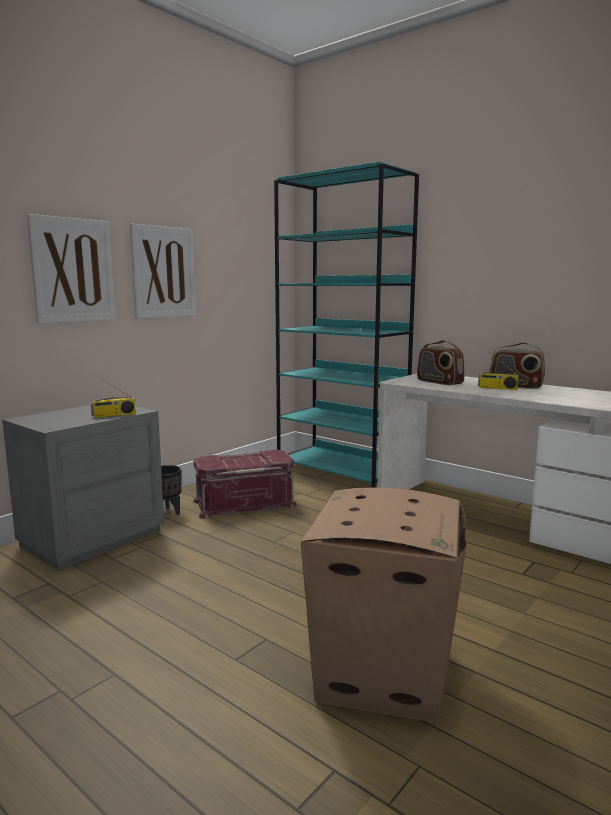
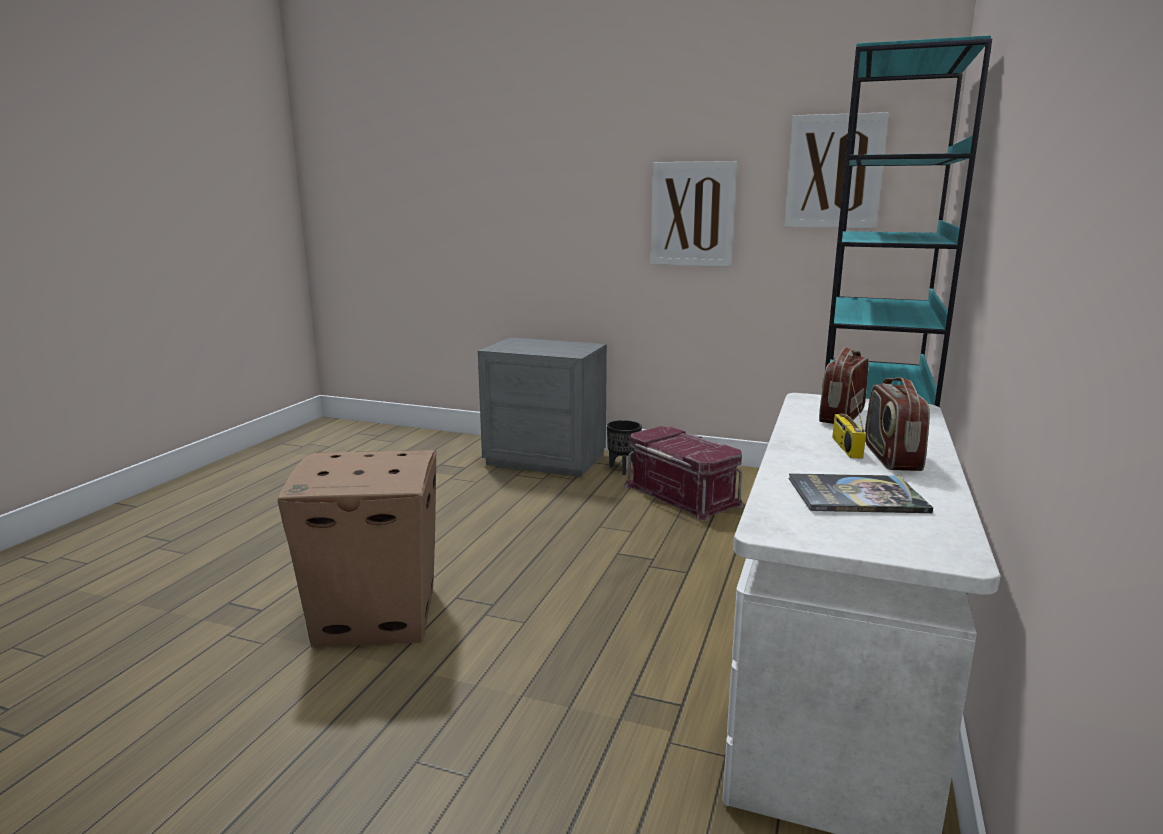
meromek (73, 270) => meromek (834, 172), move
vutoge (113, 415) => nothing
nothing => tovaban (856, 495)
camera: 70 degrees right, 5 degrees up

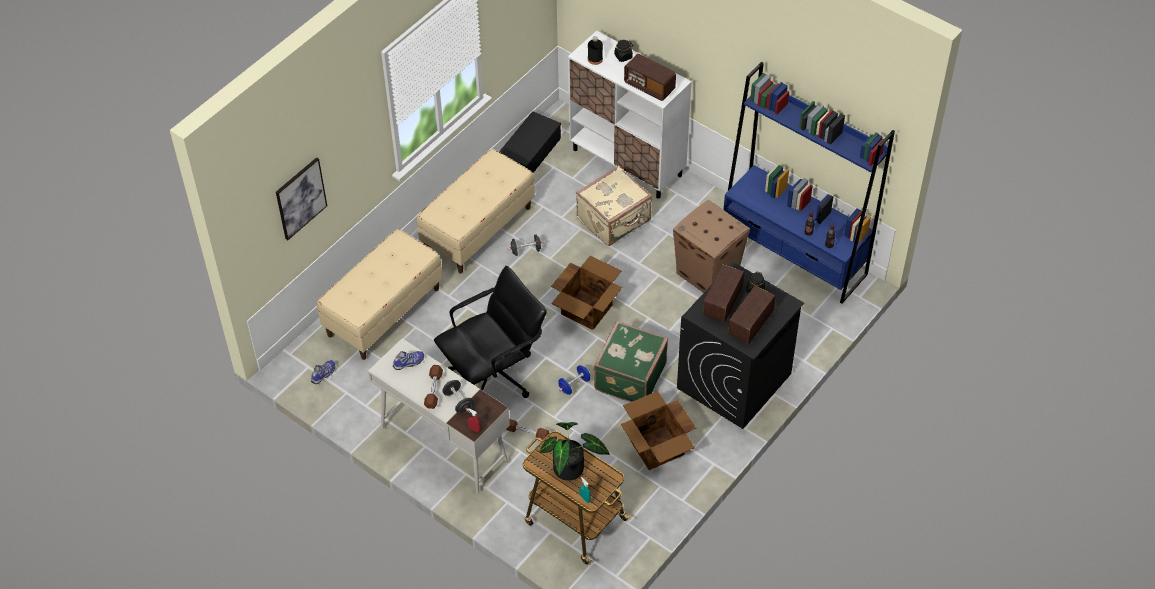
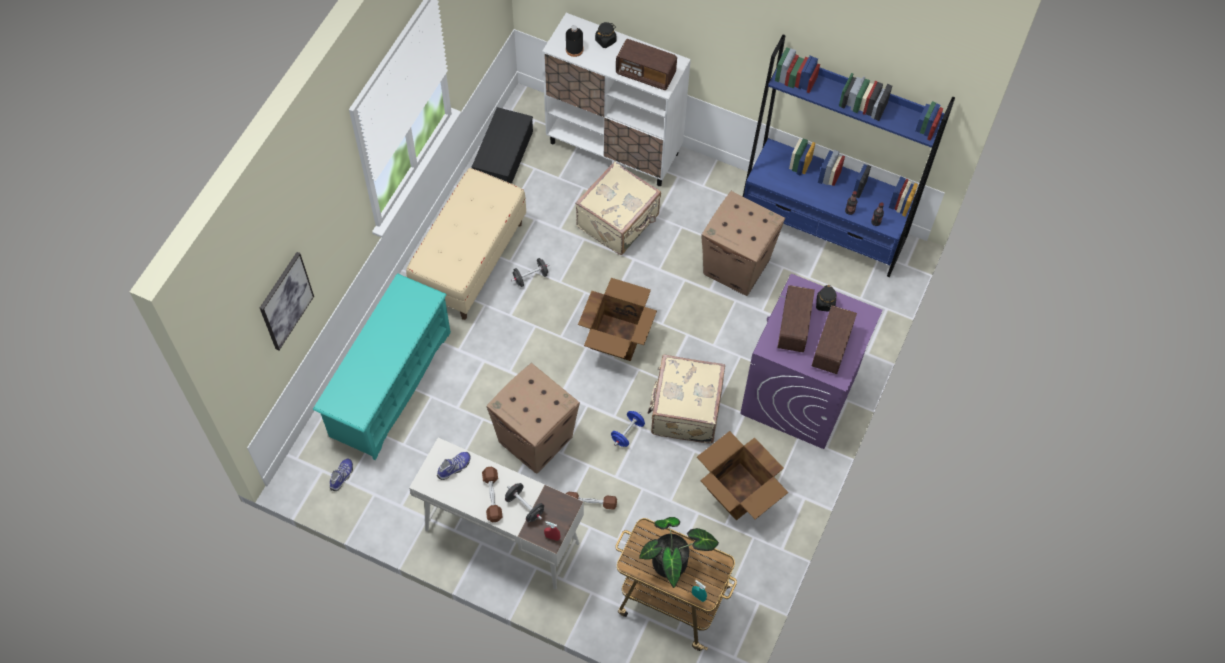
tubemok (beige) (383, 311) => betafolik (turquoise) (390, 384)
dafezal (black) (494, 376) => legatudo (536, 439)
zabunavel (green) (628, 376) => zabunavel (beige) (684, 410)
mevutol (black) (734, 381) => mevutol (purple) (799, 393)
camera: 15 degrees left, 10 degrees up

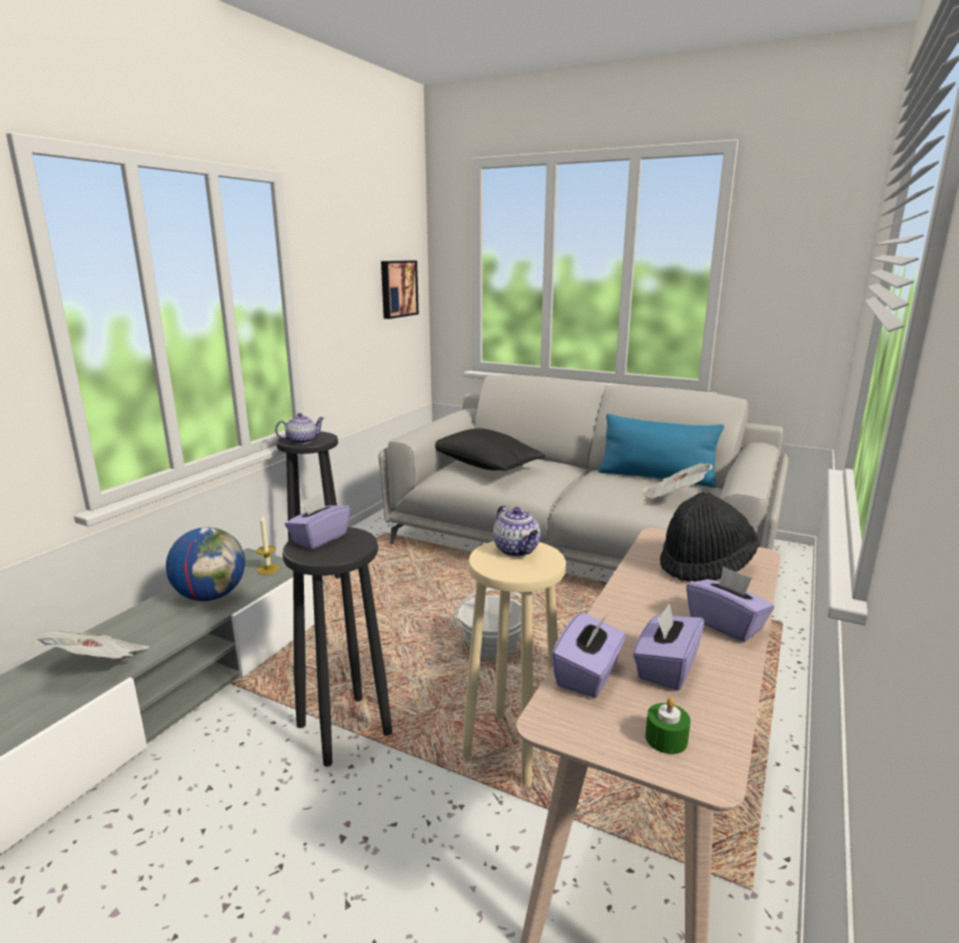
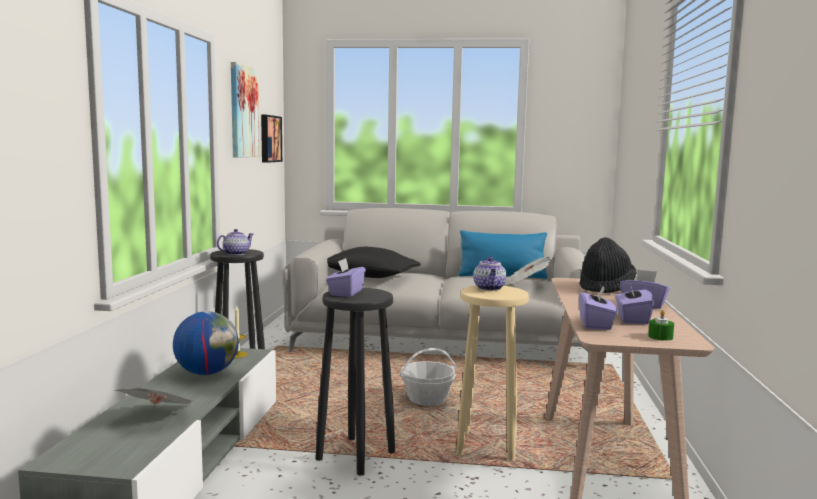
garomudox (517, 550) => garomudox (489, 288), 45 degrees clockwise
nothing => meromek (243, 111)
camera: 20 degrees left, 10 degrees down

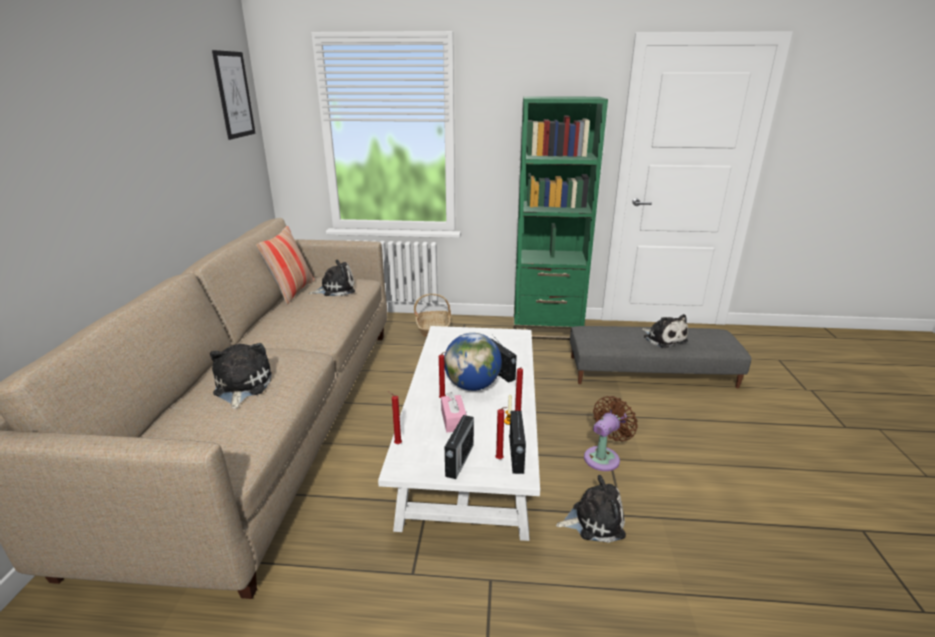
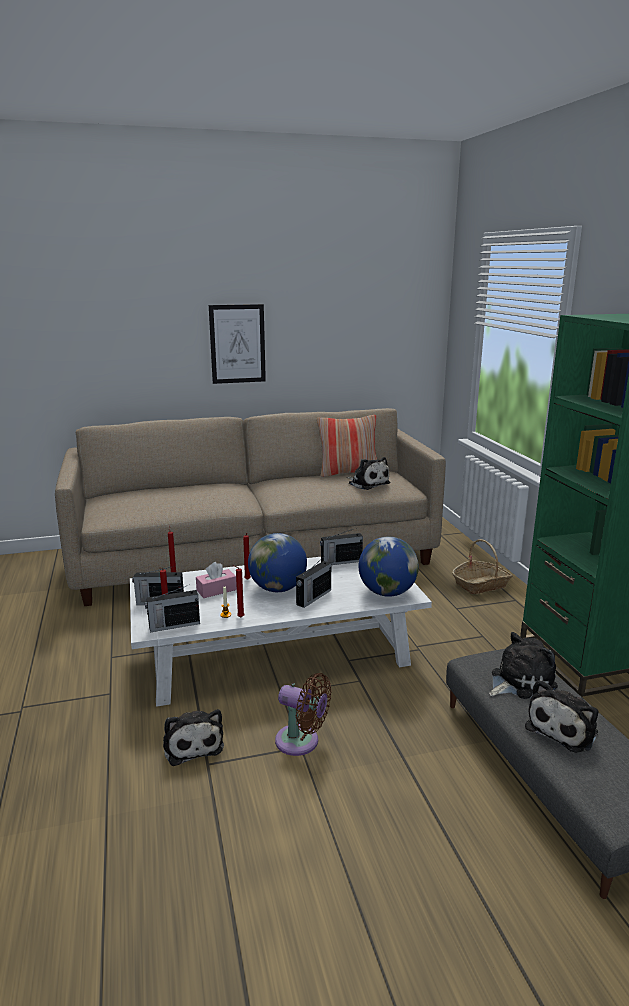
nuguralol (241, 386) => nuguralol (519, 681), move
meromek (234, 95) => meromek (237, 344), move
nothing => vutoge (340, 562)
nothing => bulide (387, 593)
camera: 70 degrees right, 5 degrees down

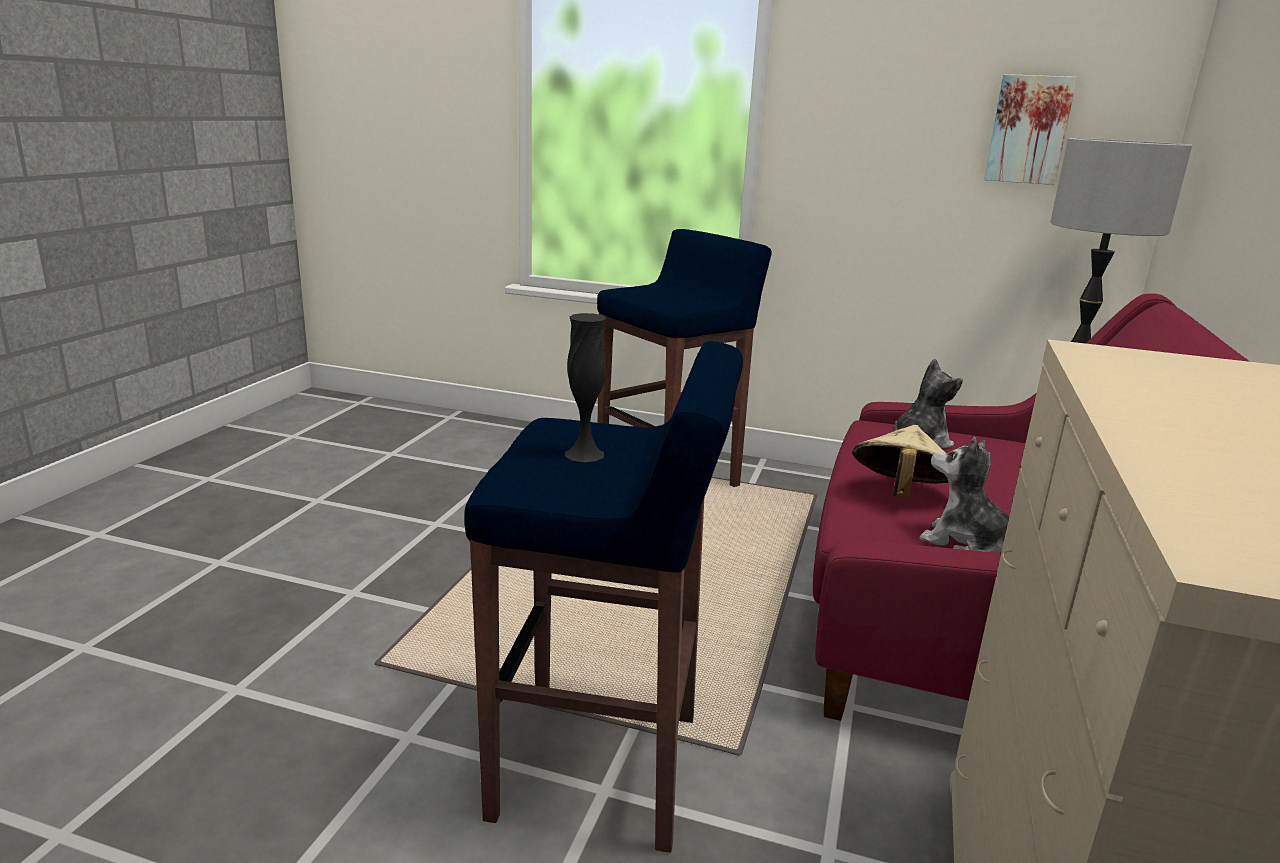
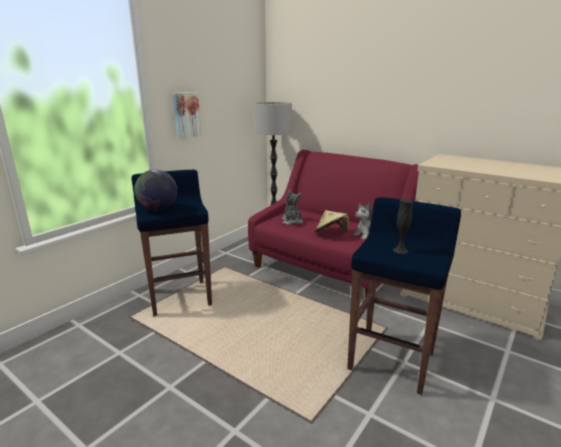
meromek (1028, 130) => meromek (186, 115), move
nothing => bulide (158, 209)
camera: 70 degrees left, 0 degrees up

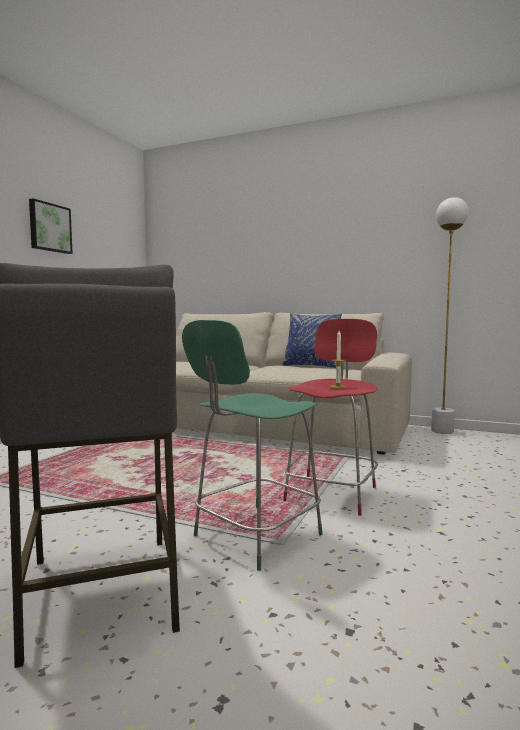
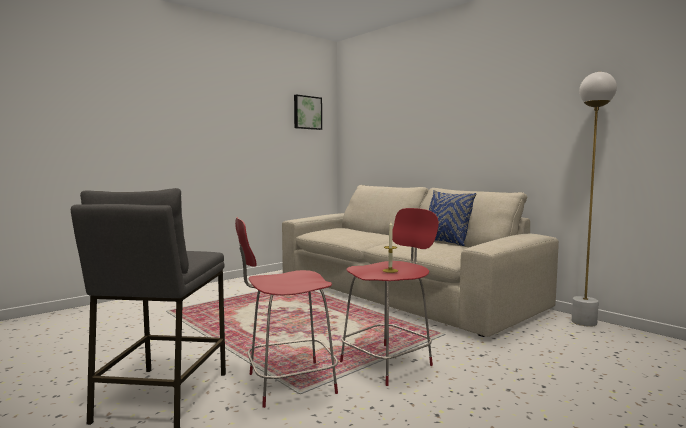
meromek (49, 227) => meromek (307, 112), move
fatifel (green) (254, 536) => fatifel (red) (287, 384)
camera: 25 degrees right, 0 degrees up

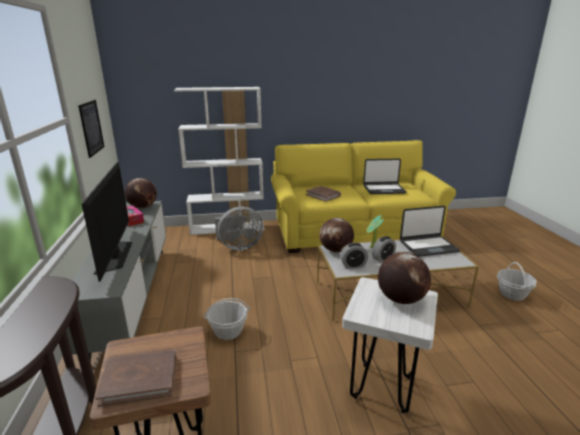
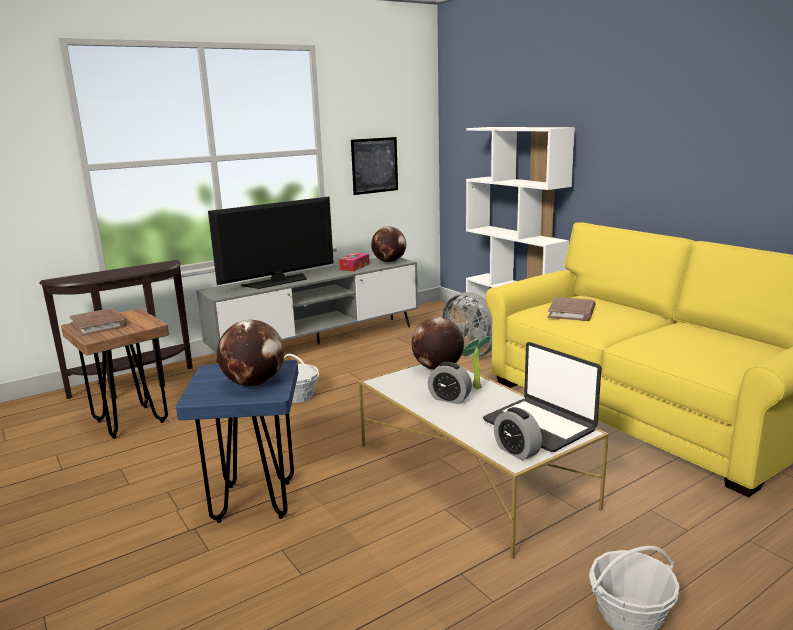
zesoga (353, 265) => zesoga (516, 451), move
fatifel (white) (382, 387) => fatifel (blue) (254, 501)
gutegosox (384, 189) => nothing
camera: 65 degrees right, 5 degrees down

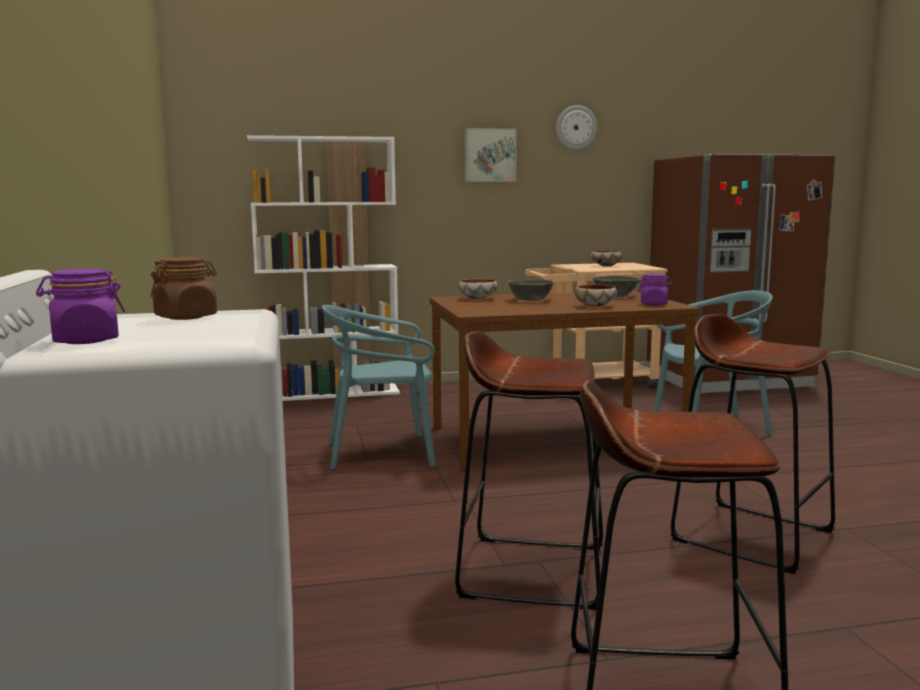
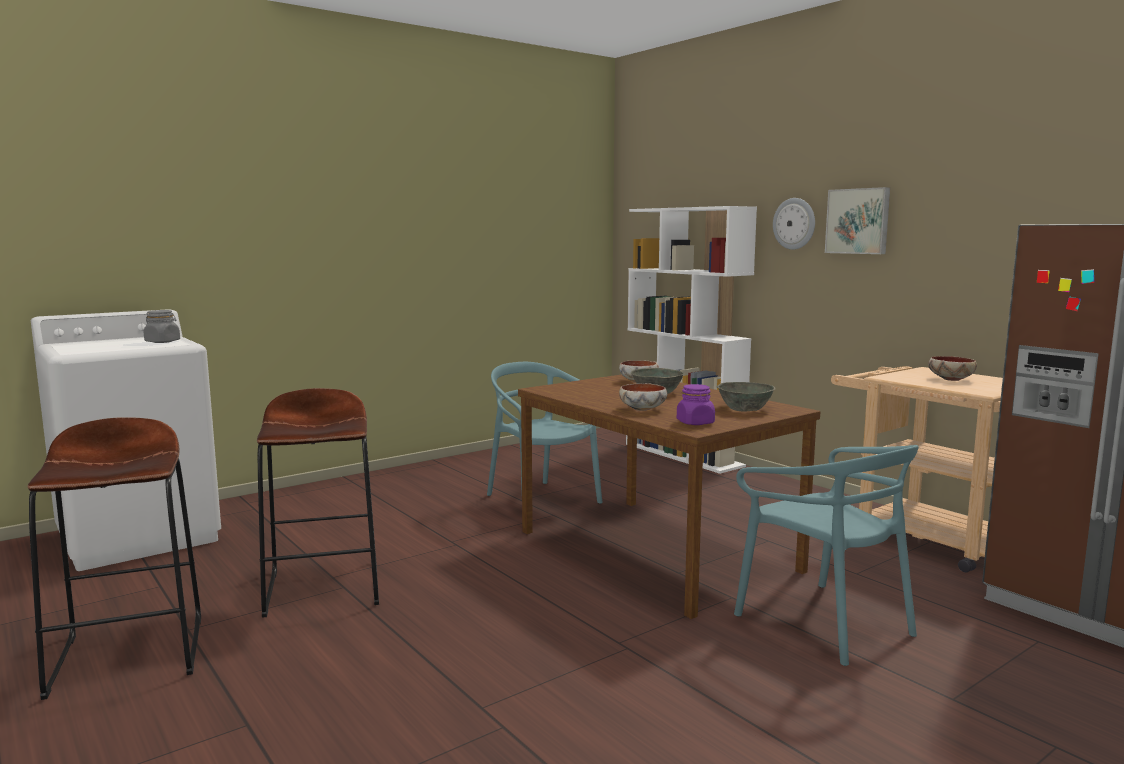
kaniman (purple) (85, 341) => nothing
kaniman (brown) (186, 317) => kaniman (grey) (163, 342)
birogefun (576, 128) => birogefun (794, 223), move
fatifel (brown) (752, 535) => nothing
camera: 65 degrees right, 0 degrees up

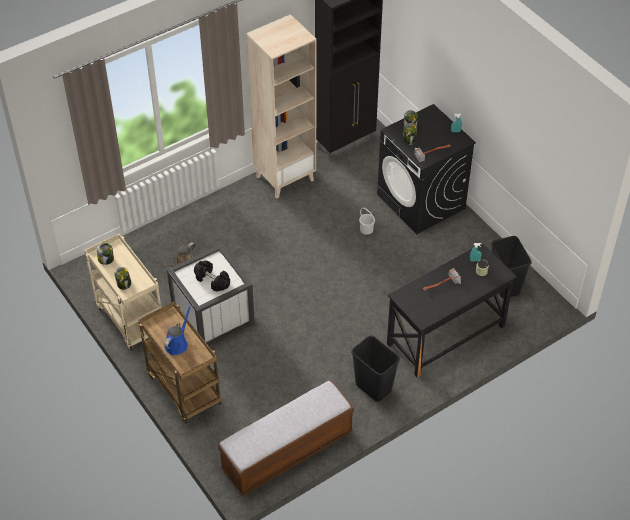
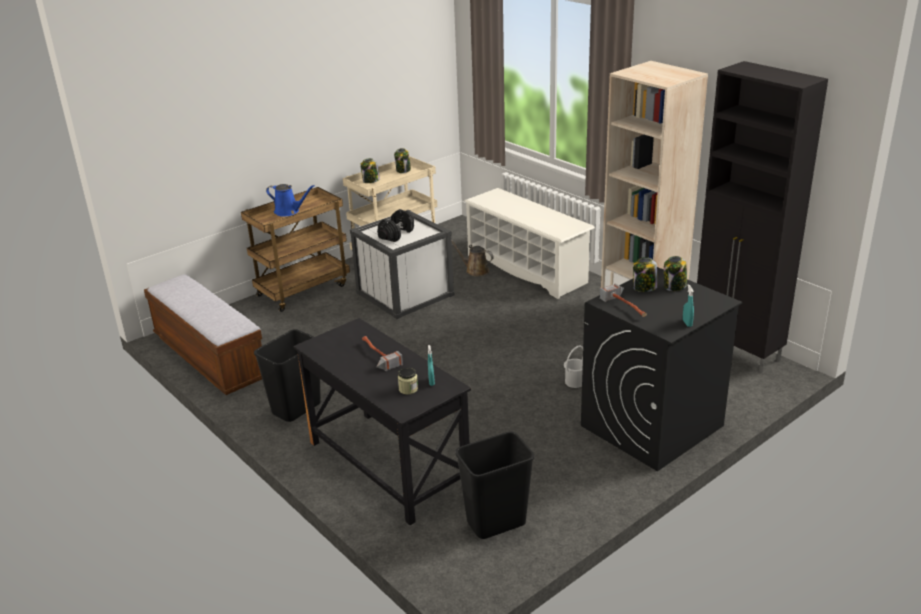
nothing => betafolik (white) (527, 269)
camera: 85 degrees right, 20 degrees down

